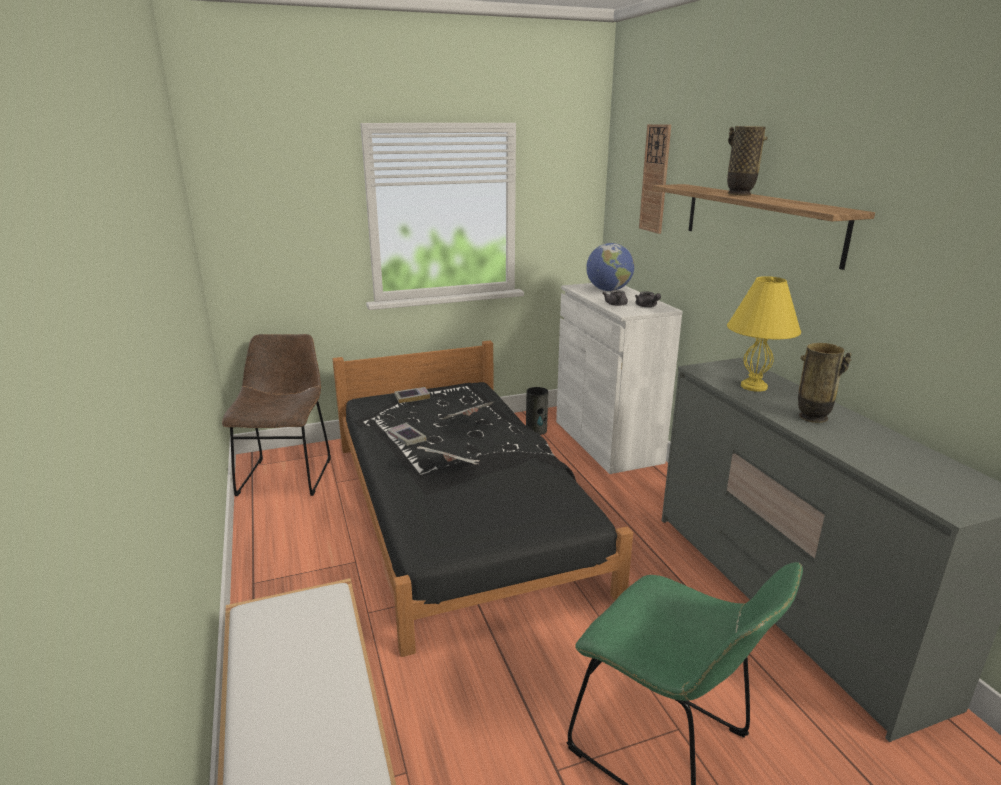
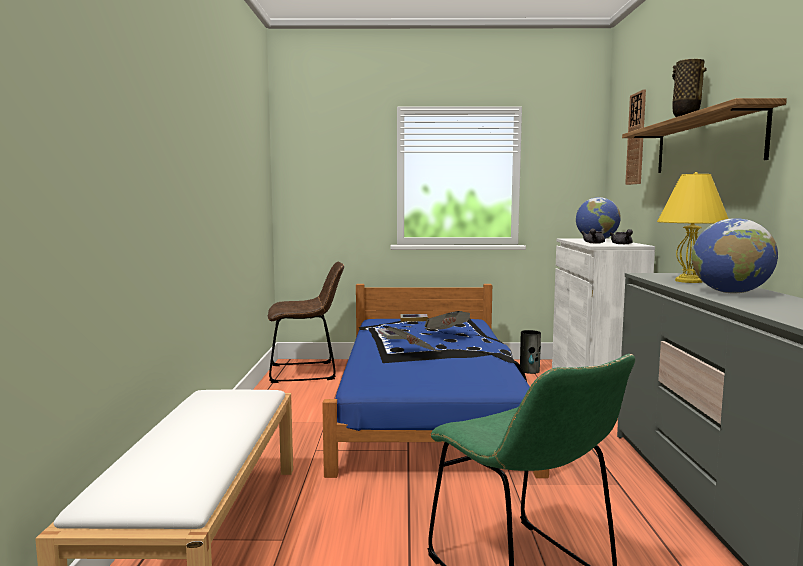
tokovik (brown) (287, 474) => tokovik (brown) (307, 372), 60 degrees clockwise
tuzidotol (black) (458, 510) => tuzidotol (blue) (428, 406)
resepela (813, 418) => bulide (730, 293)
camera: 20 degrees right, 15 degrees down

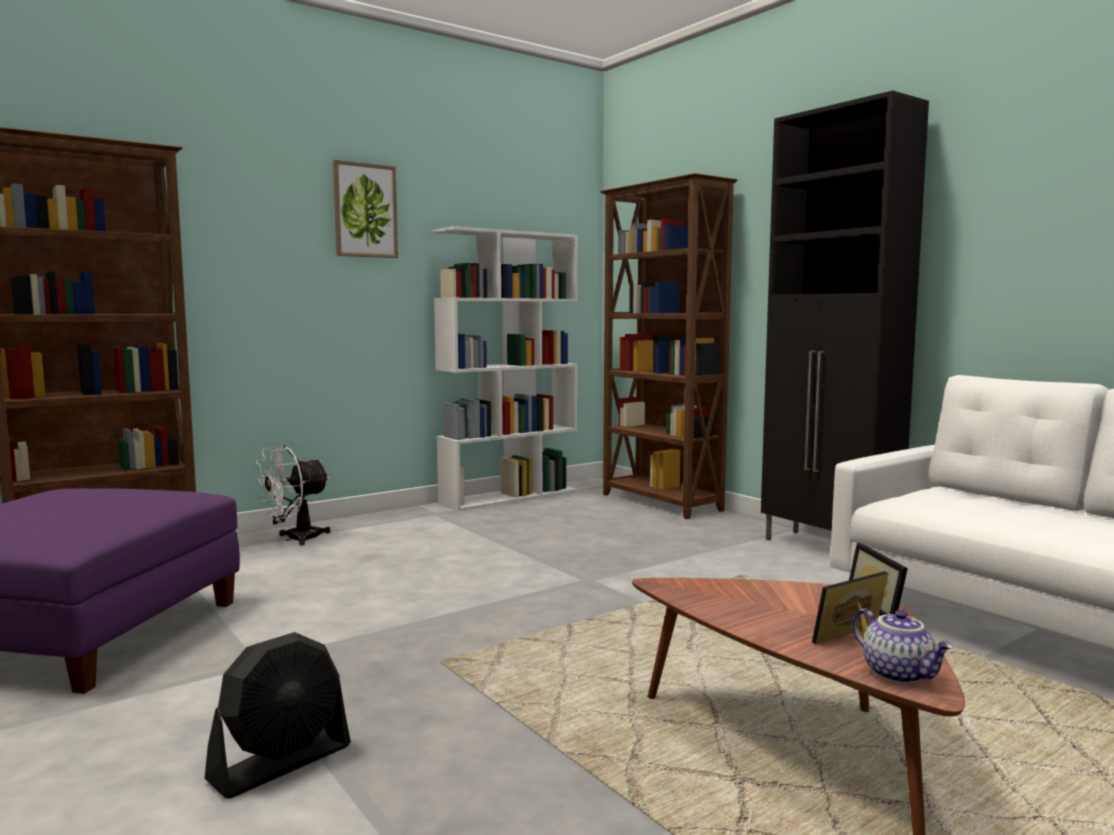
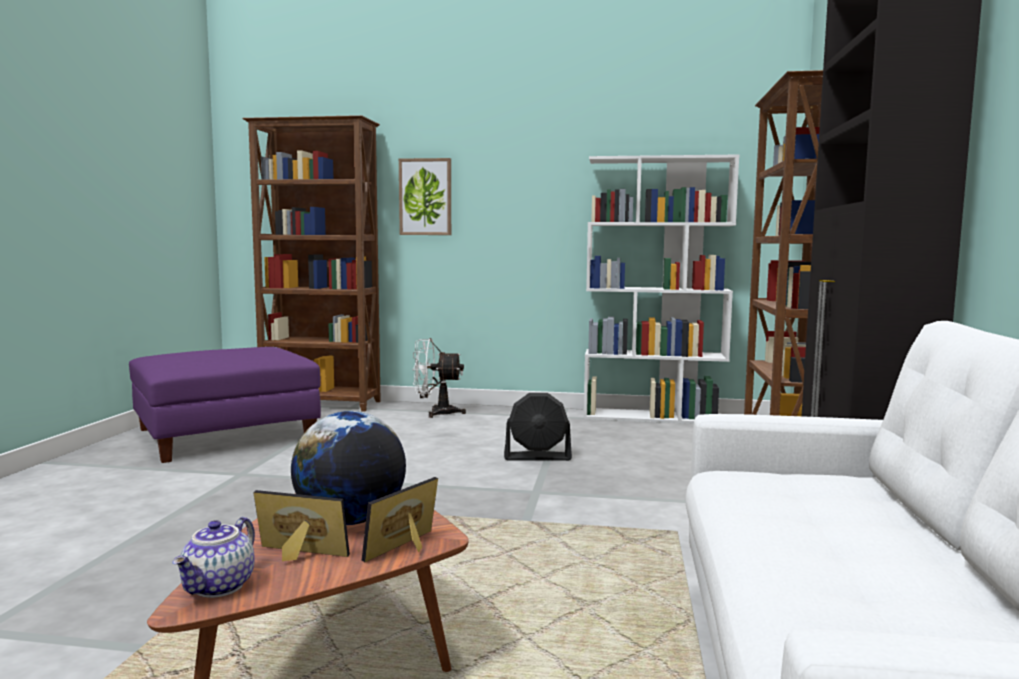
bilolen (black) (281, 763) => bilolen (black) (537, 457), move
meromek (365, 210) => meromek (425, 197), move
nothing => bulide (350, 521)
camera: 45 degrees right, 0 degrees up

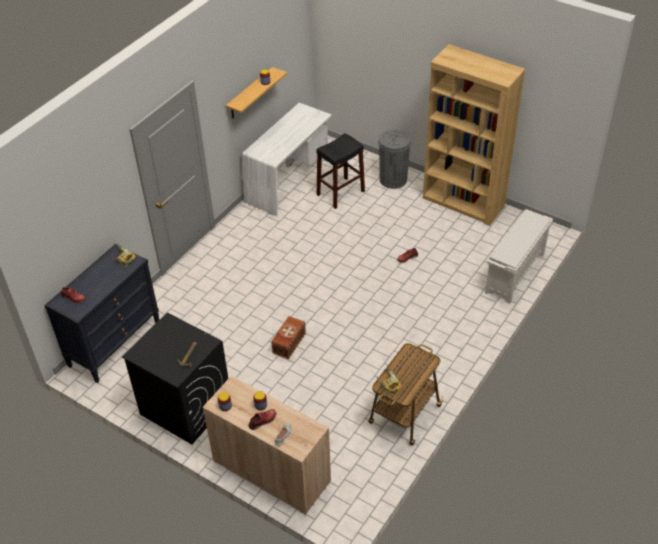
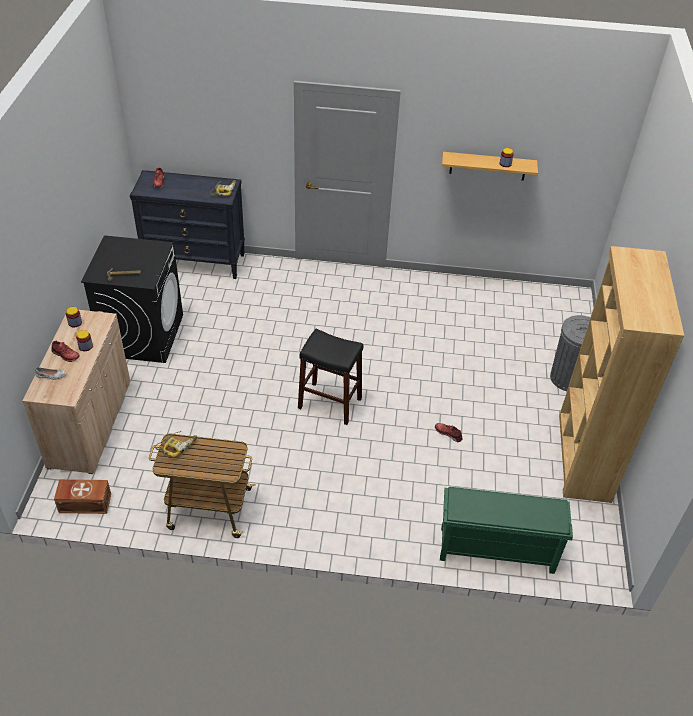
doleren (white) (289, 181) => nothing
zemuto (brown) (288, 343) => zemuto (brown) (84, 502), move
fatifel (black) (340, 193) => fatifel (black) (329, 403), move
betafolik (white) (515, 274) => betafolik (green) (495, 551)
camera: 60 degrees right, 0 degrees up

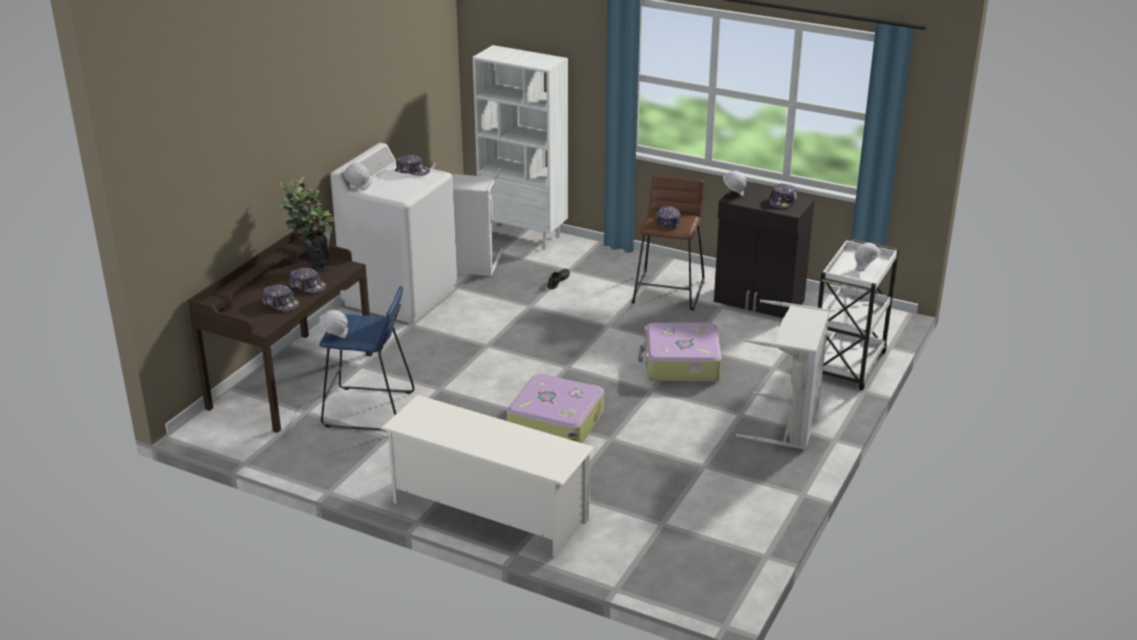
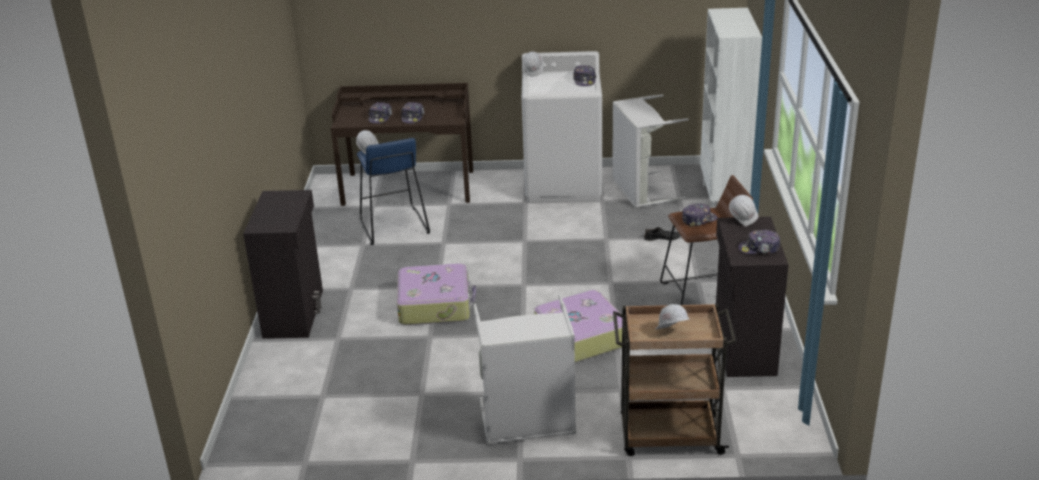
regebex (312, 264) => nothing
betafolik (white) (488, 511) => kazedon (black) (295, 313)
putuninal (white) (848, 366) => putuninal (brown) (668, 435)
camera: 65 degrees right, 0 degrees up

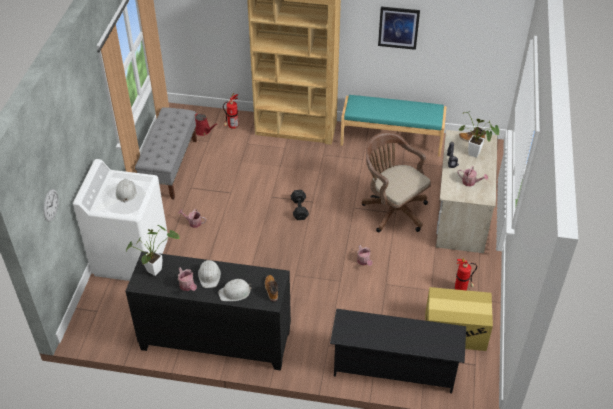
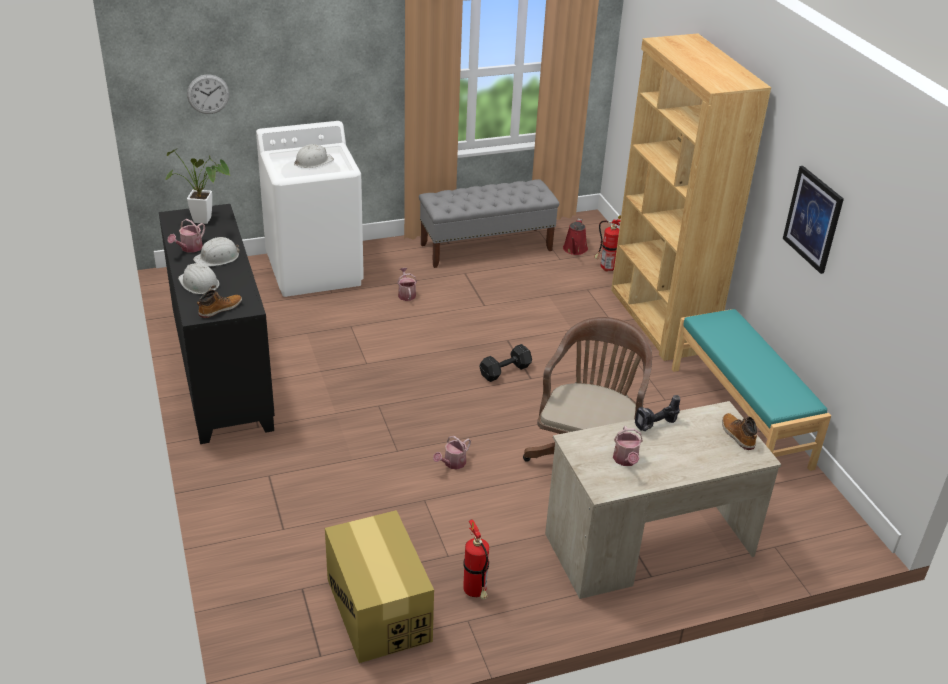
betafolik (black) (394, 368) => nothing
regebex (476, 154) => nothing
camera: 60 degrees right, 10 degrees down

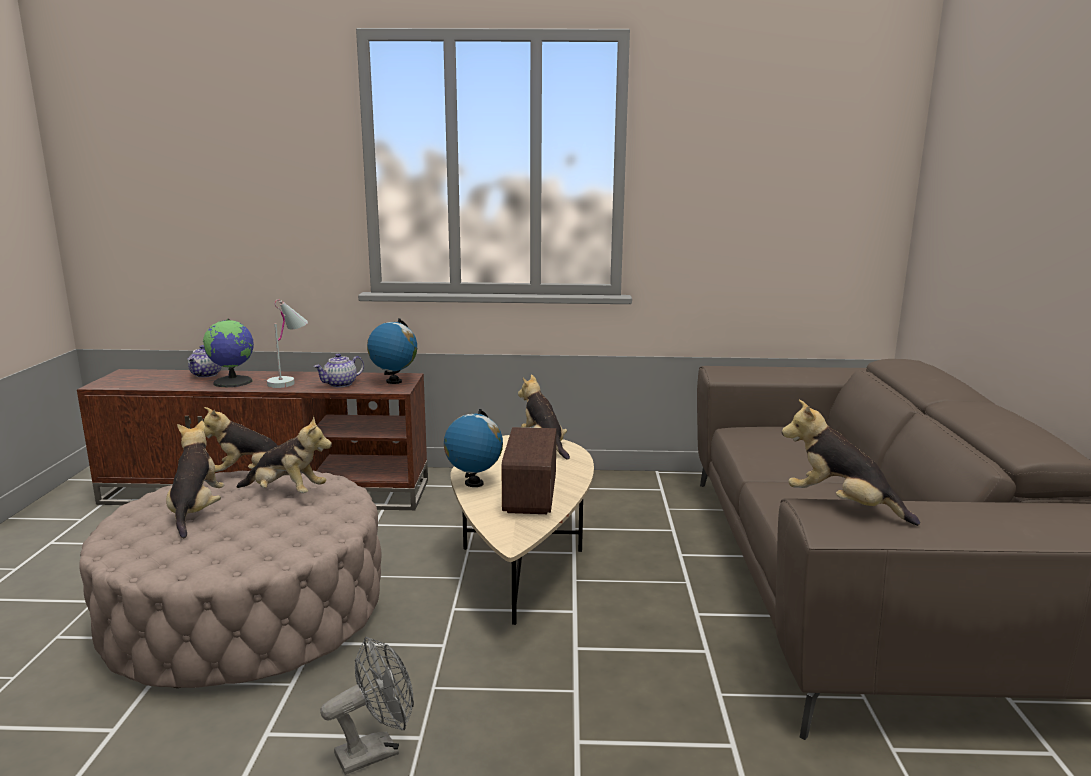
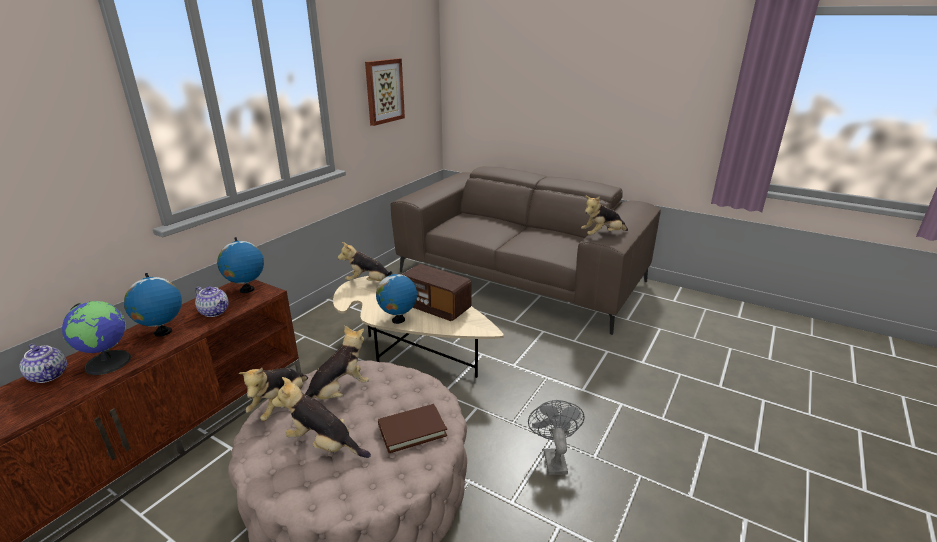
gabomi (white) (290, 381) => bulide (163, 332)
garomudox (340, 384) => garomudox (215, 312), 45 degrees counterclockwise
nothing => meromek (384, 91)
nothing => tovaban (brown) (412, 430)
camera: 60 degrees left, 10 degrees up

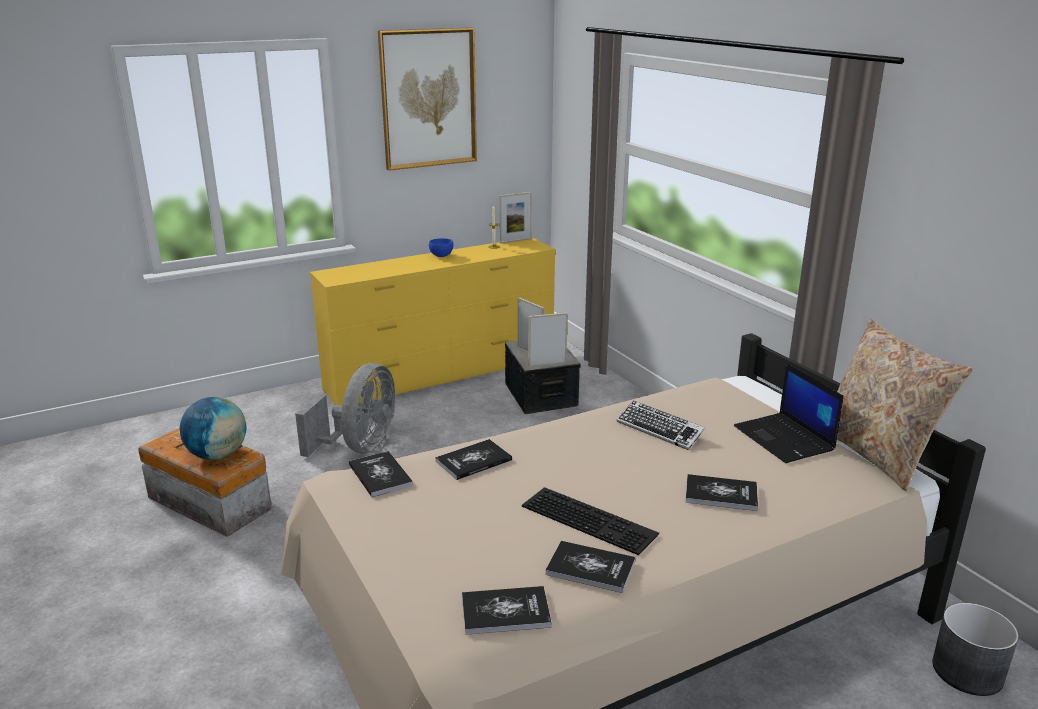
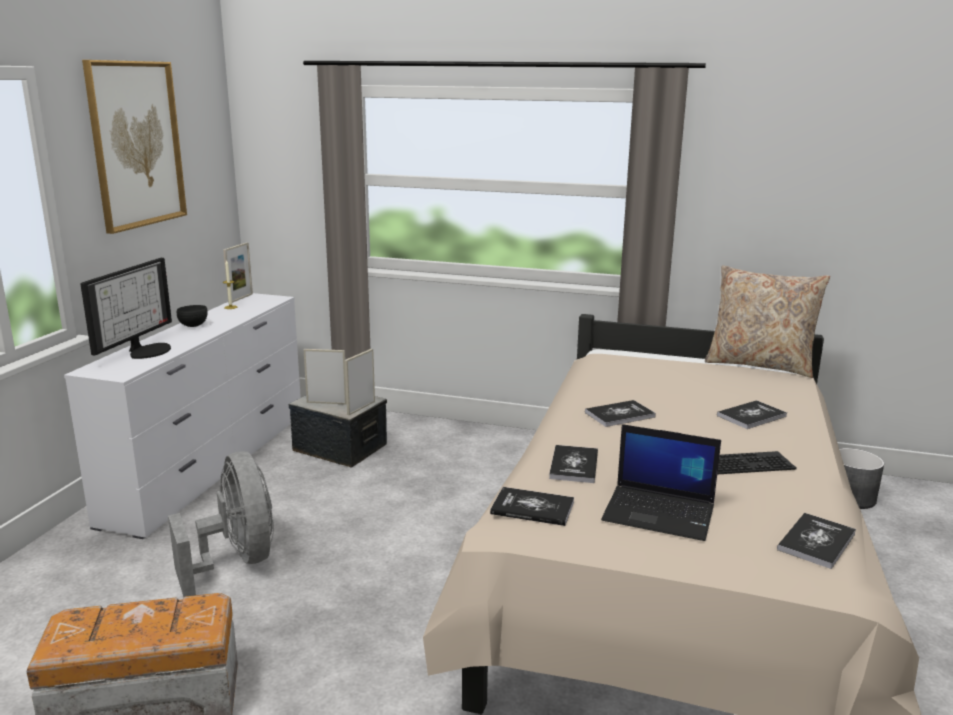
bulide (217, 455) => nothing
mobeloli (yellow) (442, 374) => mobeloli (white) (212, 465)
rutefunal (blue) (441, 256) => rutefunal (black) (193, 326)
tovaban (590, 568) => tovaban (619, 415), move
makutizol (659, 430) => nothing
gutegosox (785, 439) => gutegosox (660, 513), move
nothing => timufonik (146, 350)
camera: 45 degrees left, 5 degrees down

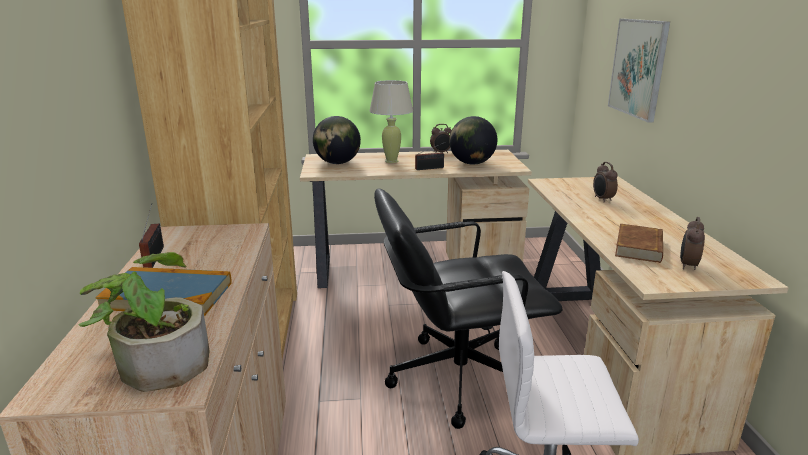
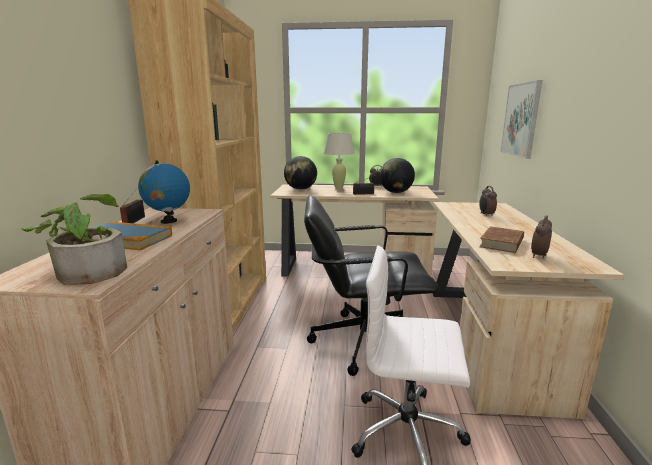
nothing => bulide (168, 221)
camera: 10 degrees right, 5 degrees down

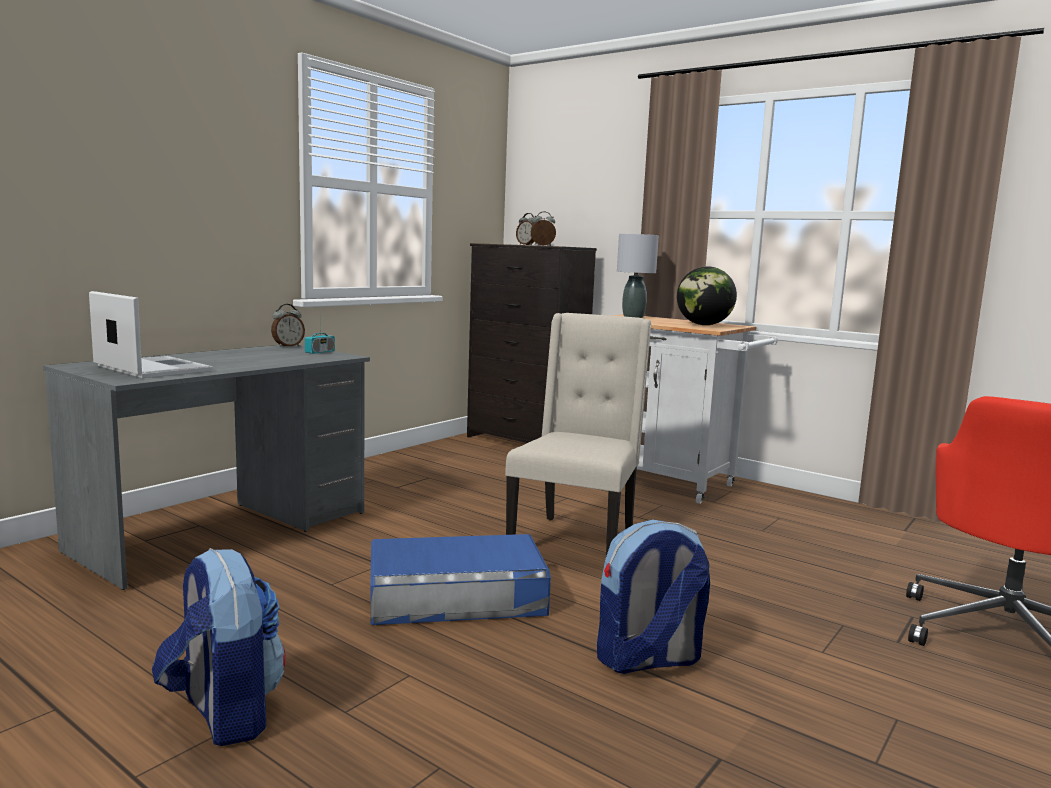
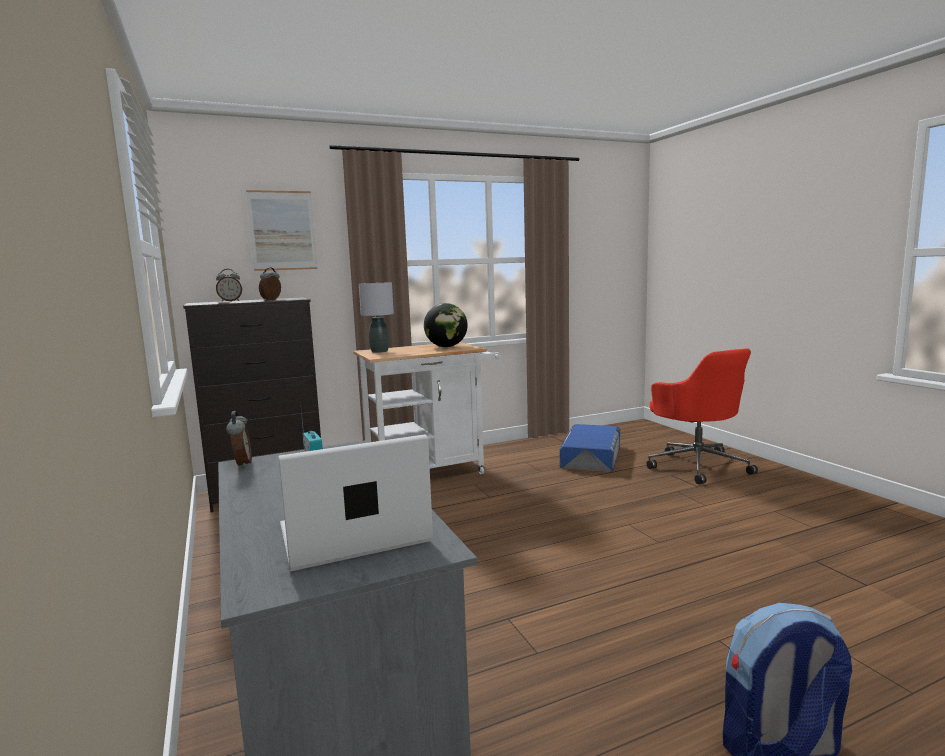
zemuto (blue) (456, 597) => zemuto (blue) (591, 456), move
tokovik (beige) (575, 541) => nothing
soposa (648, 660) => nothing
nothing => meromek (282, 230)
camera: 60 degrees left, 0 degrees up

